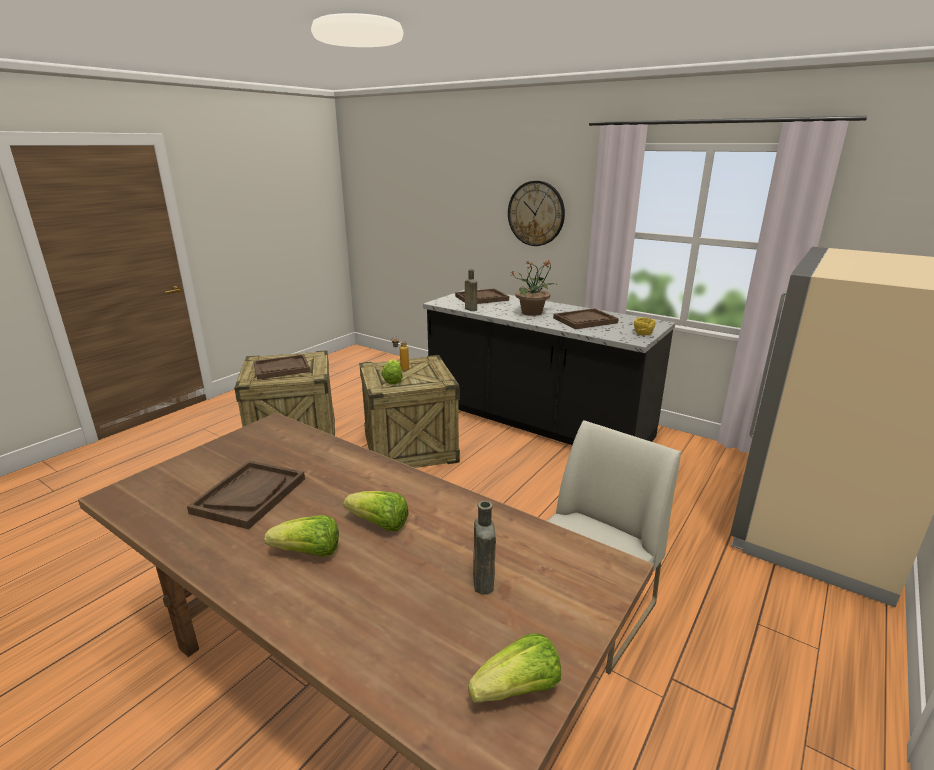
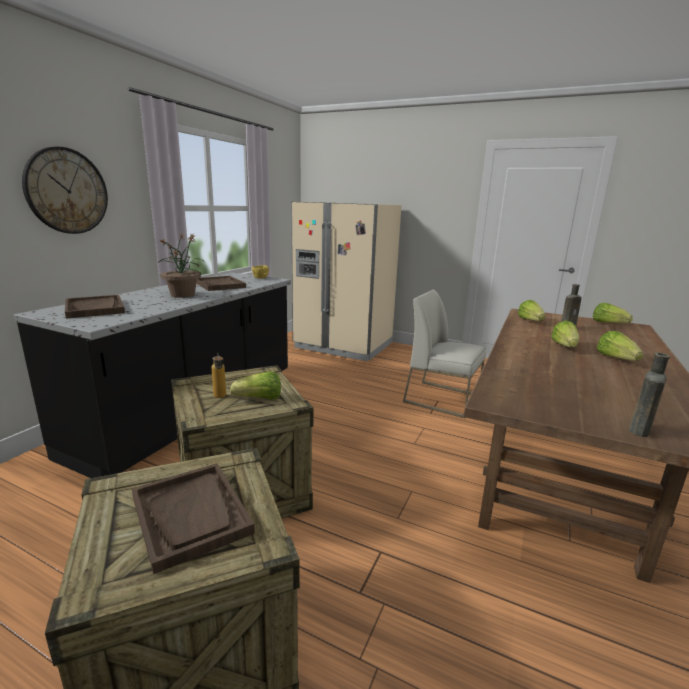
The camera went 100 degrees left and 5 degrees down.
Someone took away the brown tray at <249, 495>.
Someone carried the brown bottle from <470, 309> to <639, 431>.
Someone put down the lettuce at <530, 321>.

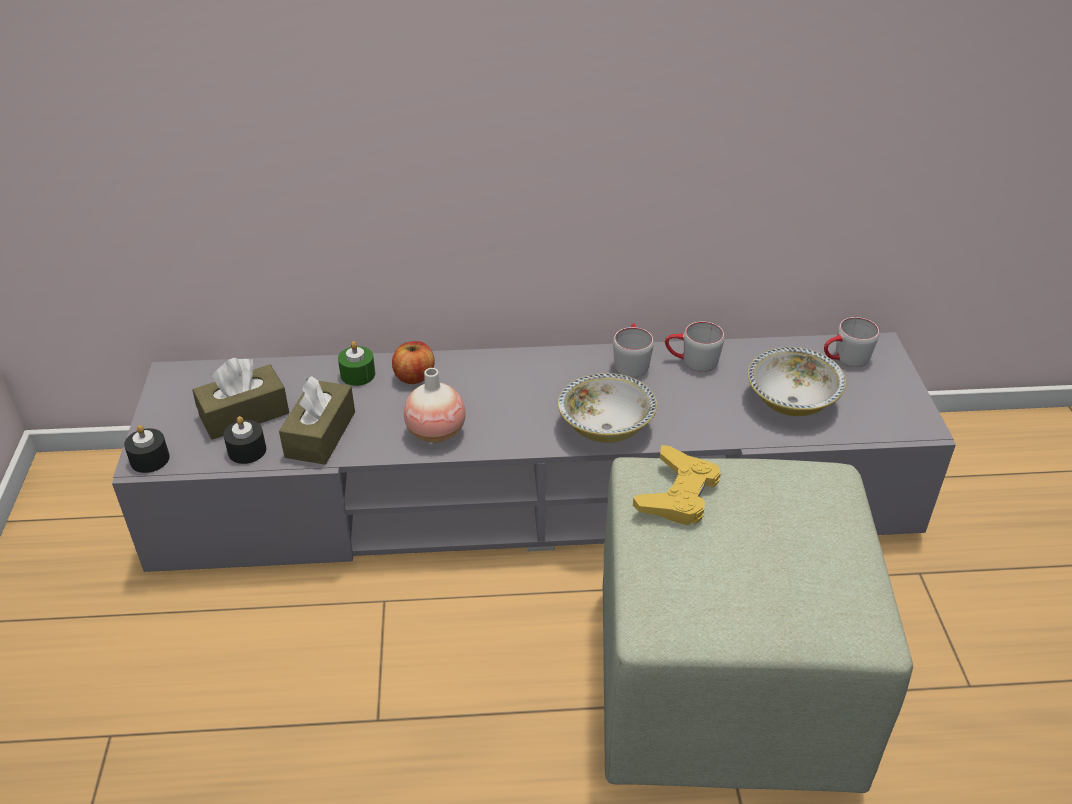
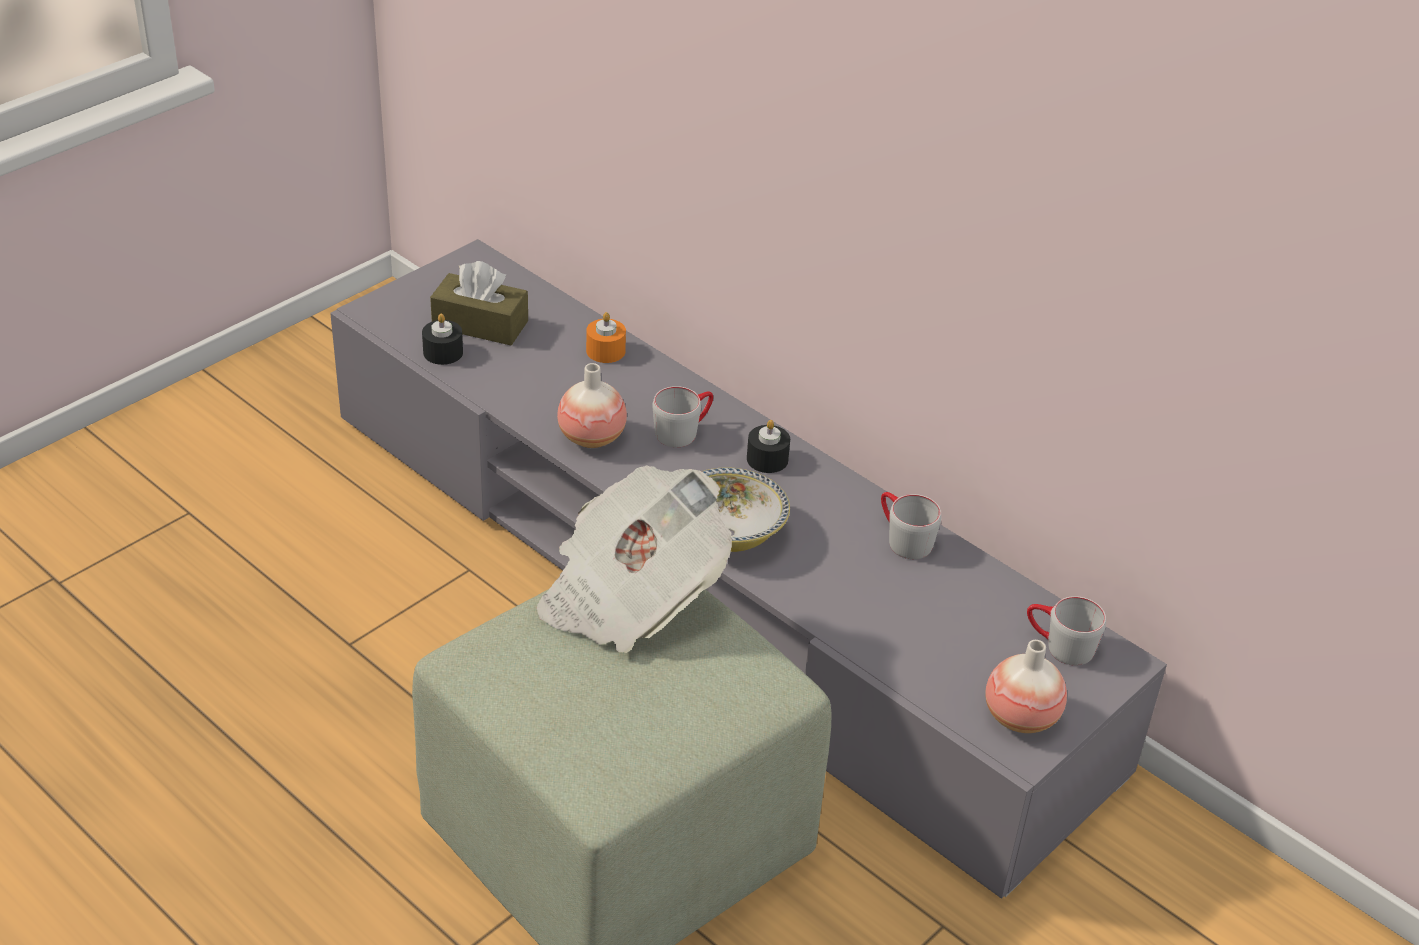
The camera went 45 degrees right and 0 degrees up.
Someone carried the black candle from <150, 459> to <767, 459>.
Someone took away the brown tissue box at <320, 434>.
Someone repainted the green candle at <358, 374>, which became the orange candle at <605, 351>.
Someone took away the apple at <414, 377>.
Someone carried the grey mug from <631, 362> to <683, 430>.
Someone swapped the yellow game controller at <678, 493> for the newspaper at <630, 595>.
Someone took away the bowl at <791, 401>.
Someone put down the vase at <1020, 717>.

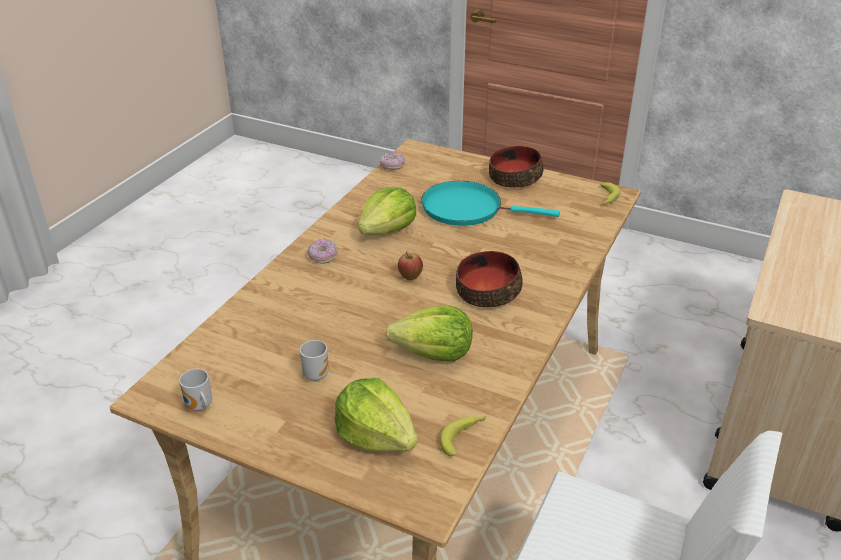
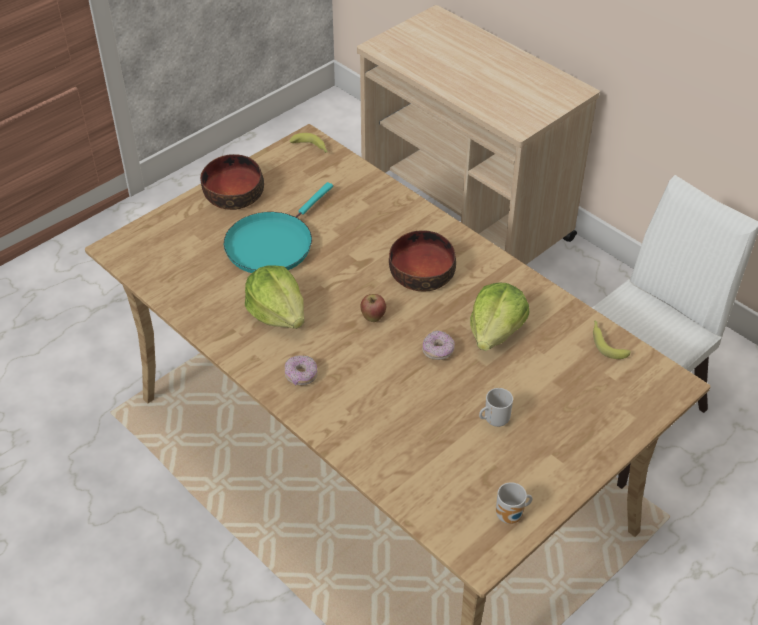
The camera went 70 degrees left and 10 degrees up.
Someone took away the lettuce at <376, 435>.
Someone carried the donut from <392, 166> to <438, 351>.

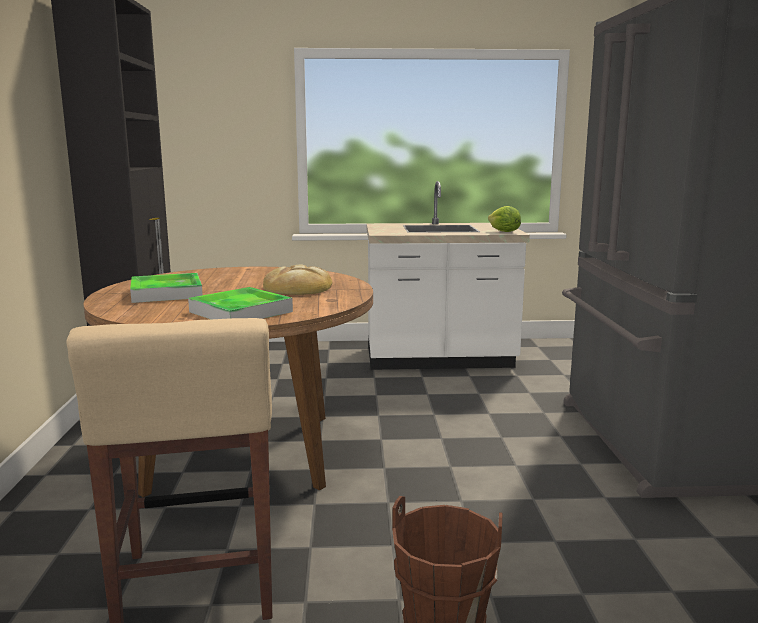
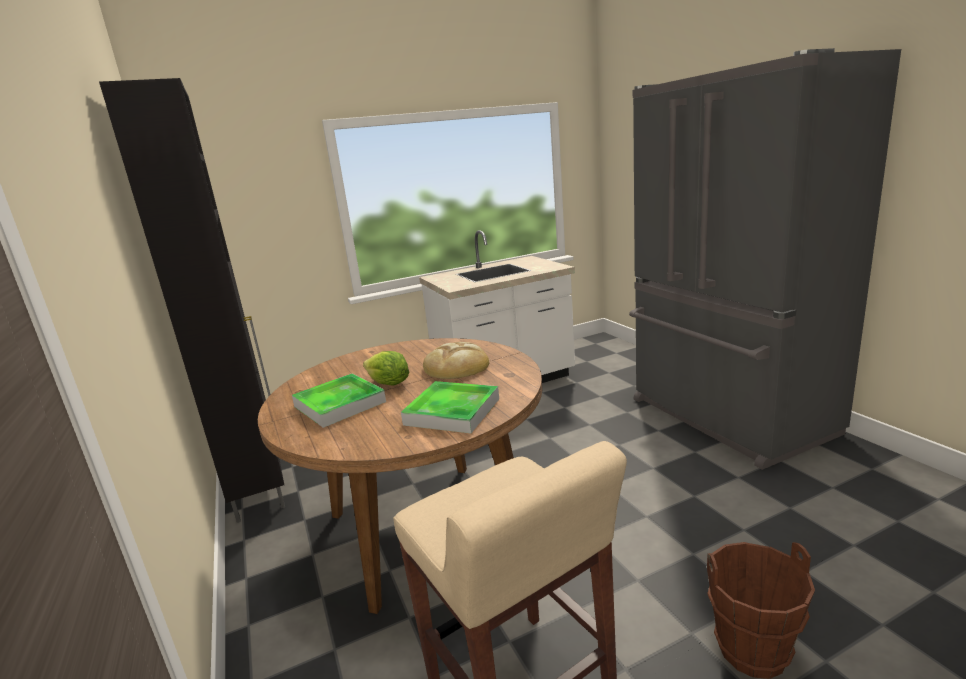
The camera went 20 degrees left and 5 degrees up.
Someone carried the lettuce from <504, 232> to <388, 384>.

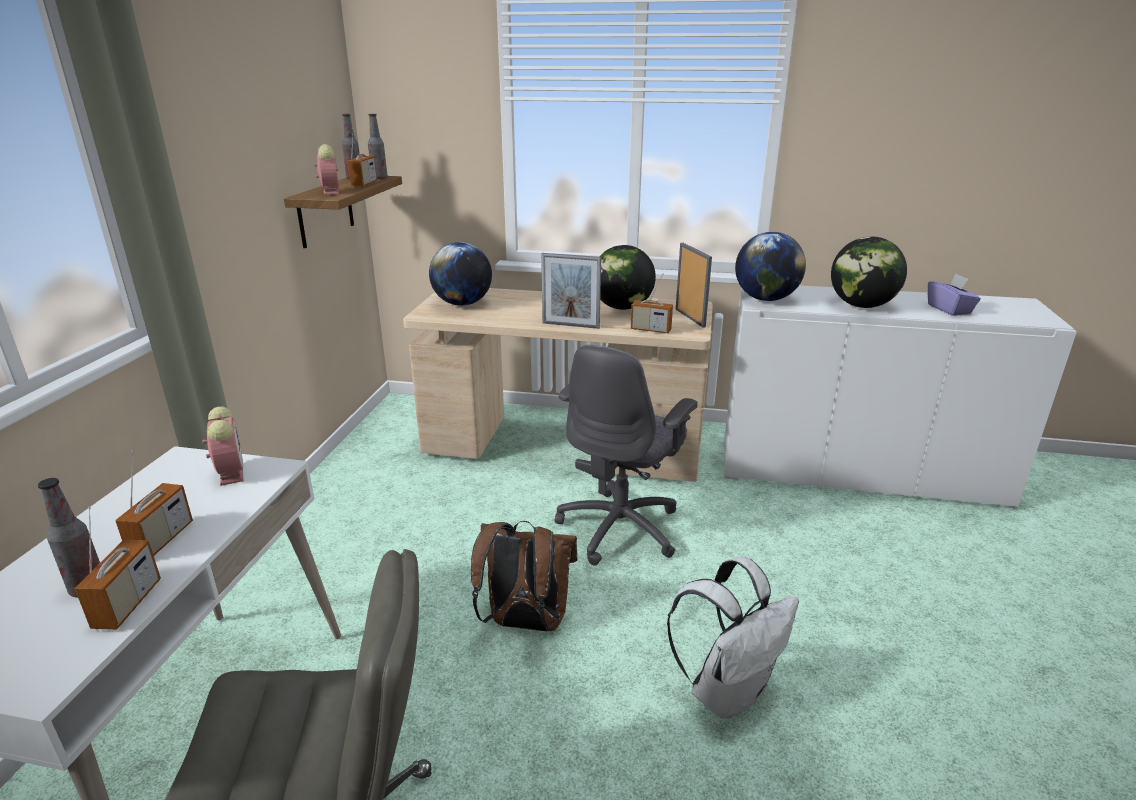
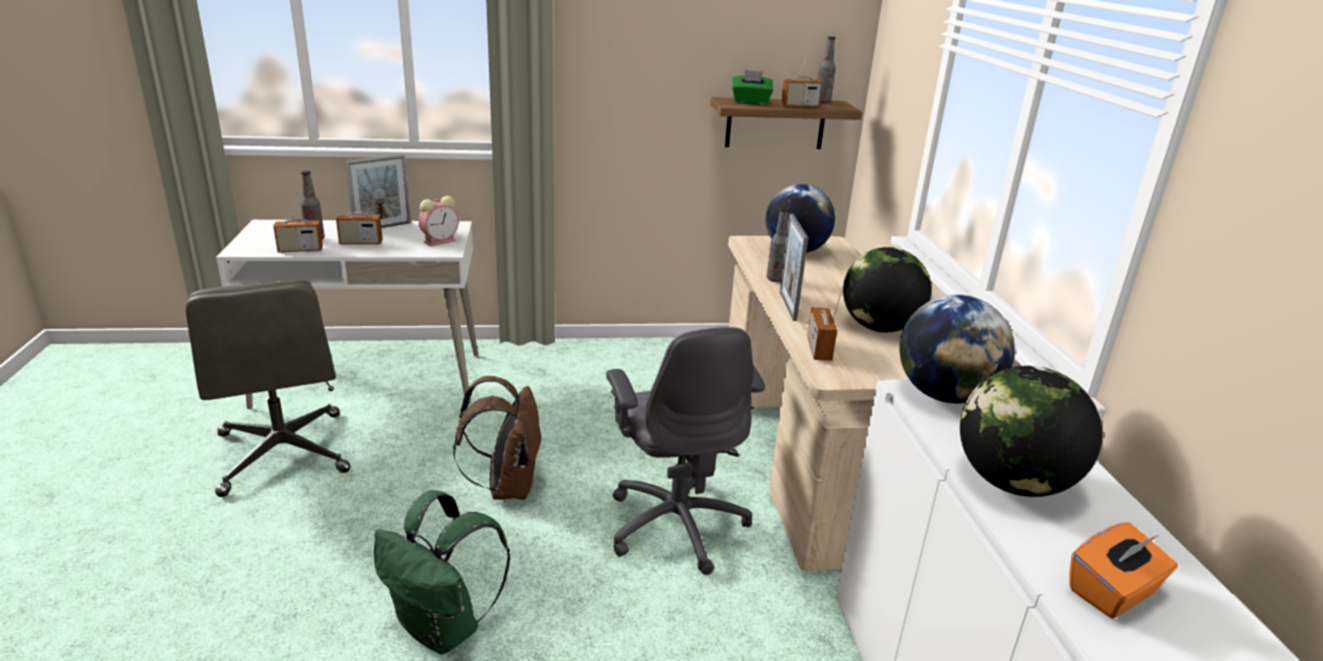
The camera went 70 degrees right and 0 degrees up.
Someone swapped the alarm clock at <330, 192> for the green tissue box at <750, 102>.
Someone carried the bottle from <379, 178> to <775, 279>.
Someone rotated the grey office chair at <621, 527> by 120 degrees counterclockwise.
Someone repainted the white backpack at <727, 691>, which became the green backpack at <444, 629>.
Someone carried the picture frame from <690, 318> to <382, 227>.
Someone repainted the purple tissue box at <949, 309>, which became the orange tissue box at <1113, 592>.

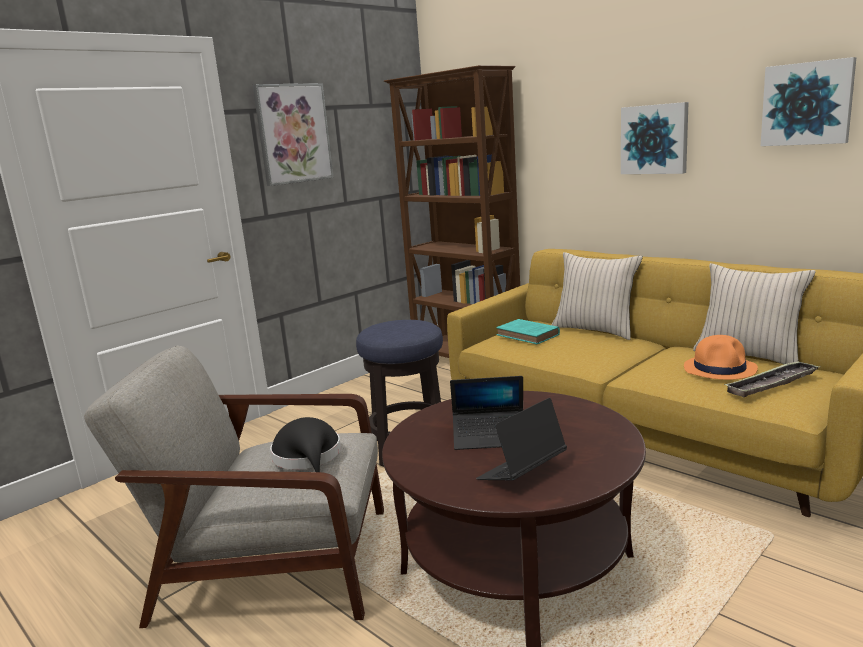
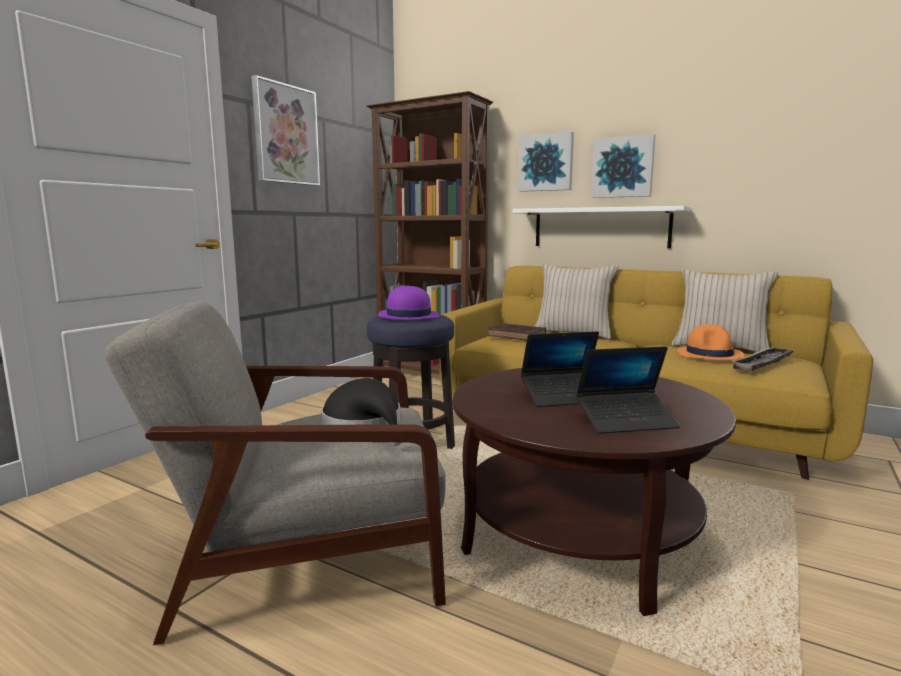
The camera went 15 degrees left and 5 degrees down.
Someone rotated the laptop at <522, 472> by 135 degrees counterclockwise.
Someone repainted the turquoise book at <529, 335>, which became the brown book at <518, 336>.
Someone carried the picture from <807, 103> to <546, 163>.
Someone put down the purple hat at <408, 316>.
Someone put up the white shelf at <600, 227>.

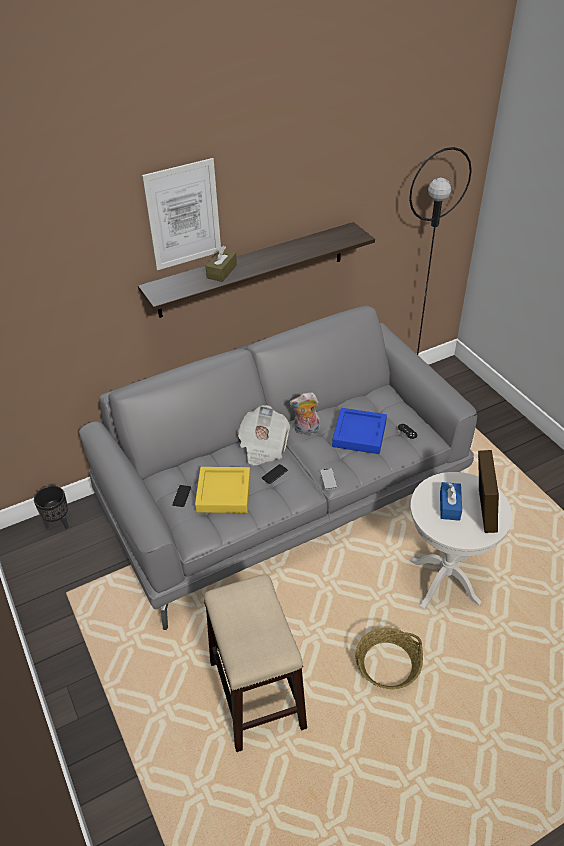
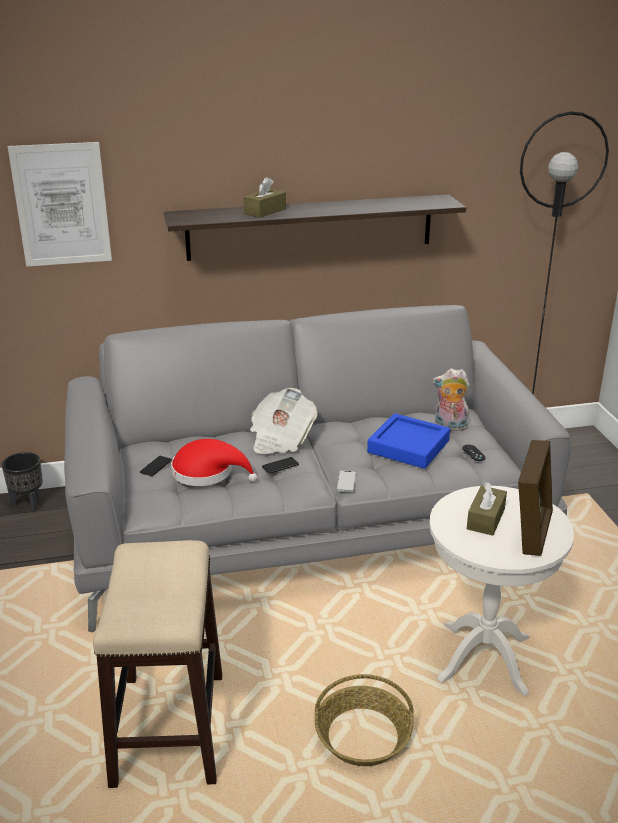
The camera went 15 degrees right and 15 degrees down.
Someone carried the picture from <183, 215> to <61, 205>.
Someone swapped the yellow tray at <223, 493> for the red hat at <207, 473>.
Someone carried the plush toy from <306, 431> to <449, 426>.
Someone repainted the blue tissue box at <449, 506>, which became the brown tissue box at <485, 519>.

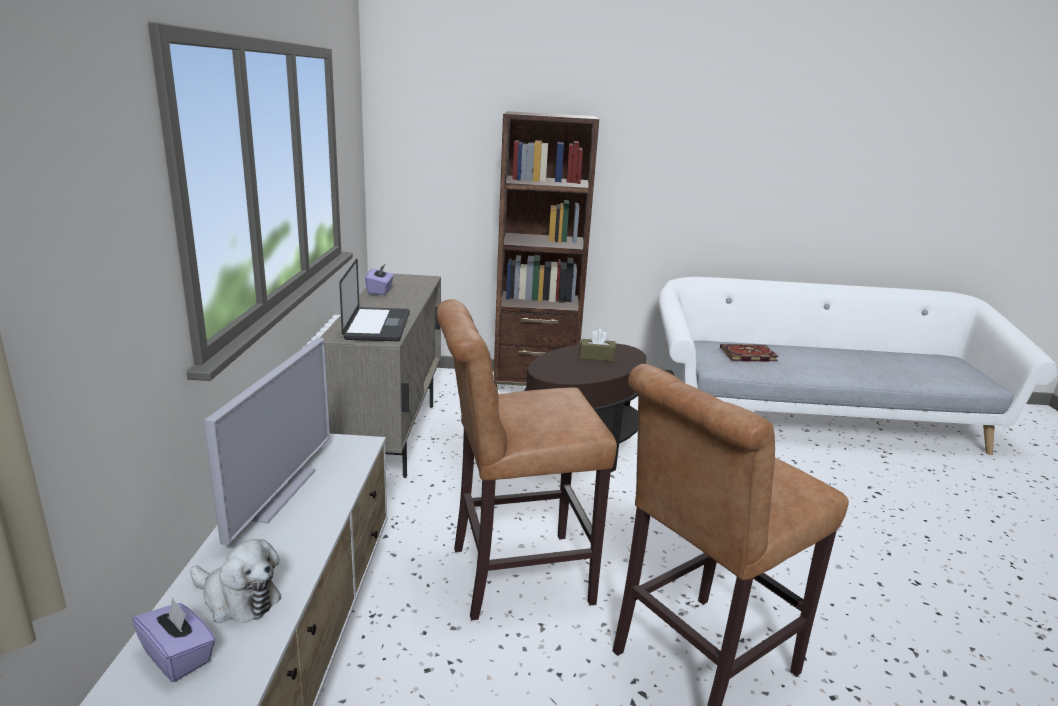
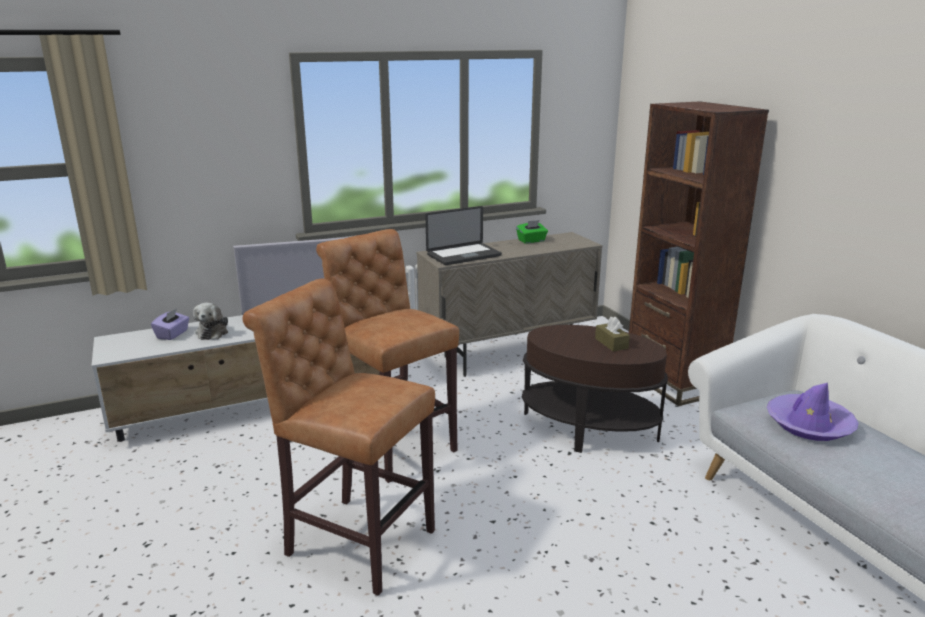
The camera went 65 degrees right and 0 degrees up.
Someone repainted the purple tissue box at <380, 291>, which became the green tissue box at <531, 241>.
Someone swapped the book at <747, 355> for the purple hat at <809, 425>.

